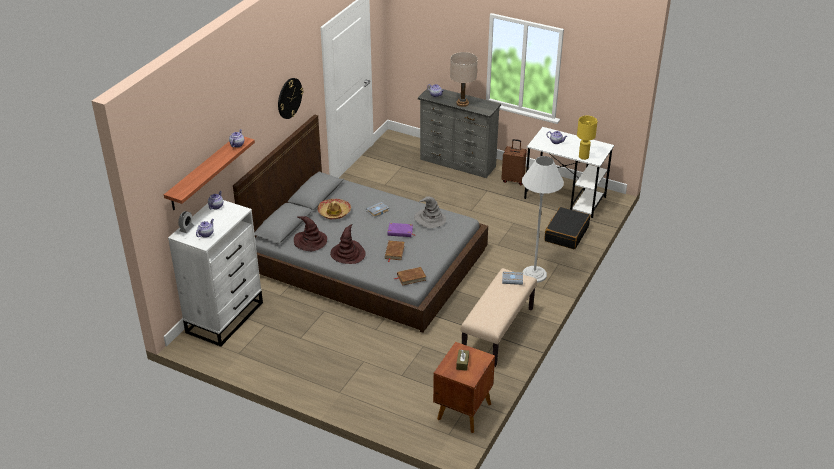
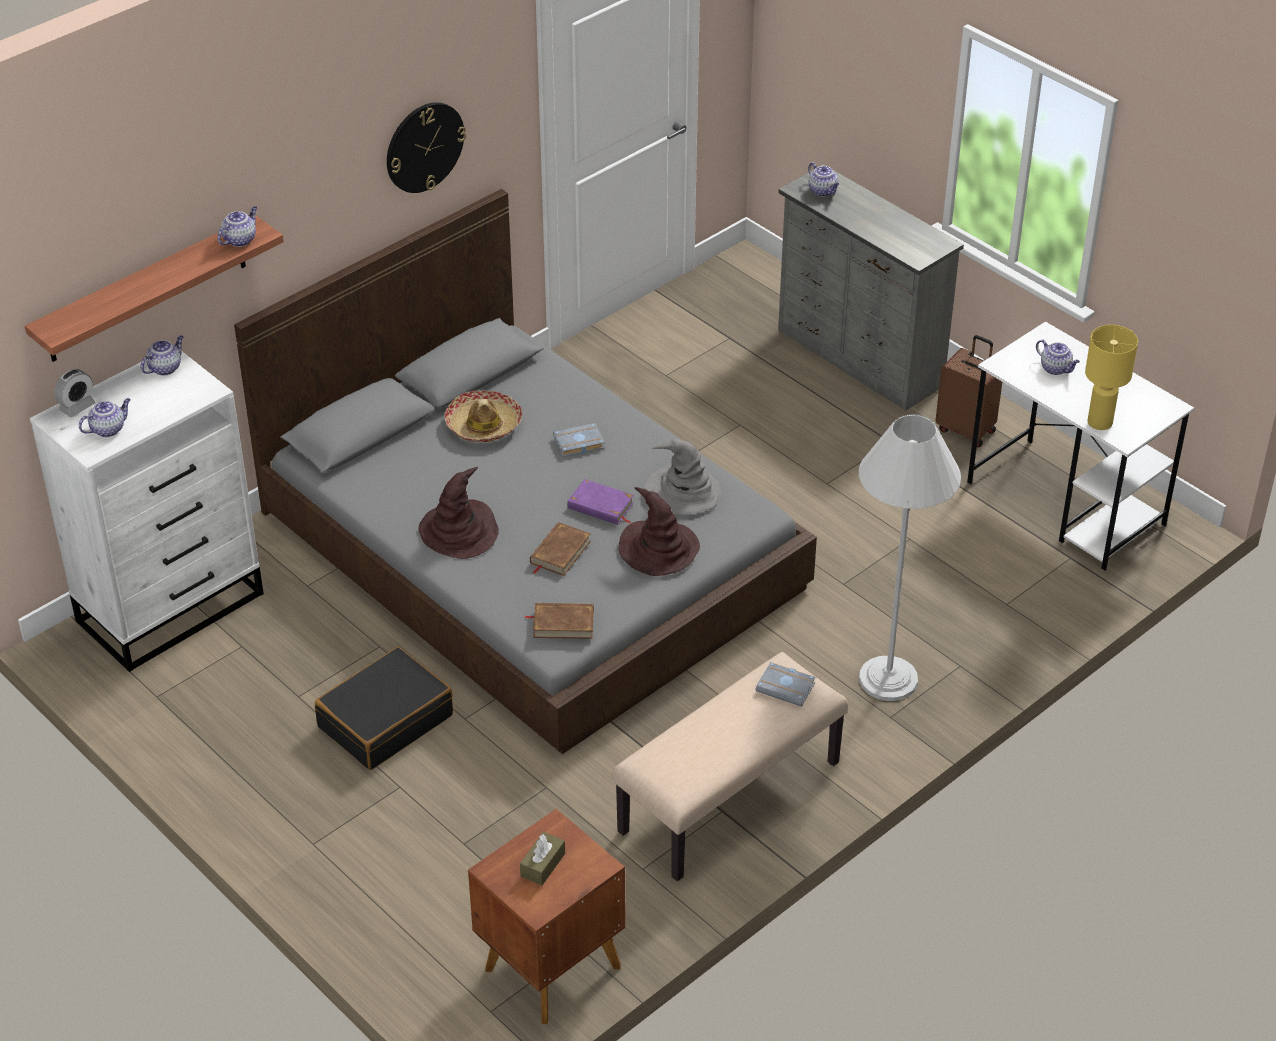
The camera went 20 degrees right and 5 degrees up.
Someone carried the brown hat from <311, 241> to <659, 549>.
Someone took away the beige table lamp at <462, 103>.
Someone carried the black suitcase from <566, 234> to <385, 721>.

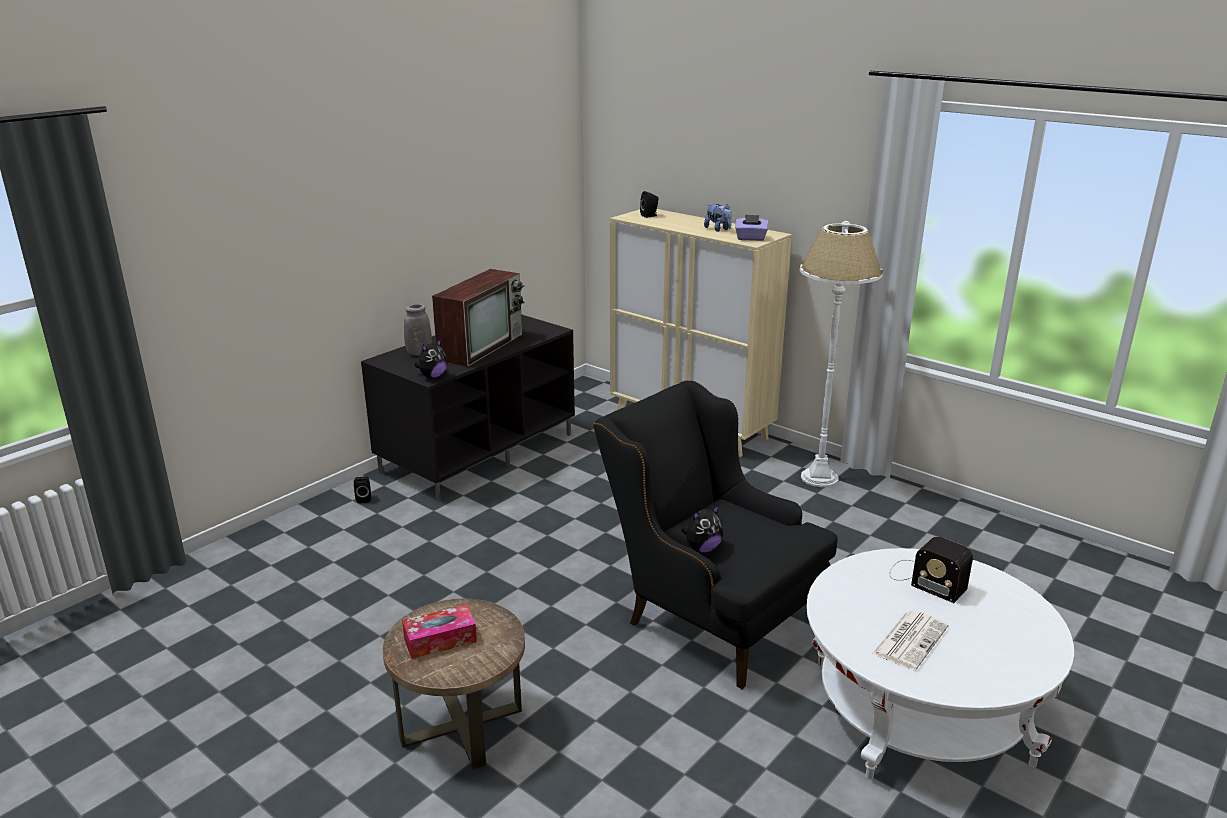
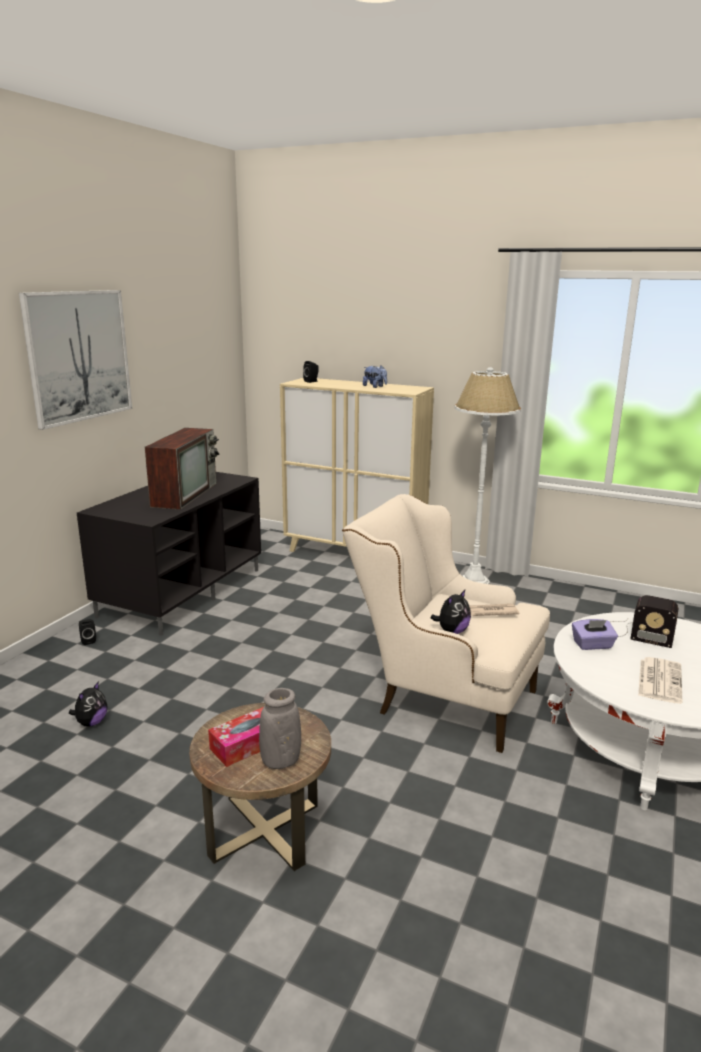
The camera went 15 degrees left and 5 degrees down.
Someone carried the grey vase from <419, 353> to <280, 761>.
Someone carried the plush toy from <433, 376> to <91, 722>.
Someone repainted the black armchair at <708, 615>, which became the beige armchair at <442, 696>.
Someone carried the purple tissue box from <750, 238> to <592, 645>.
Someone put up the picture at <79, 356>.
Someone put down the newspaper at <491, 612>.

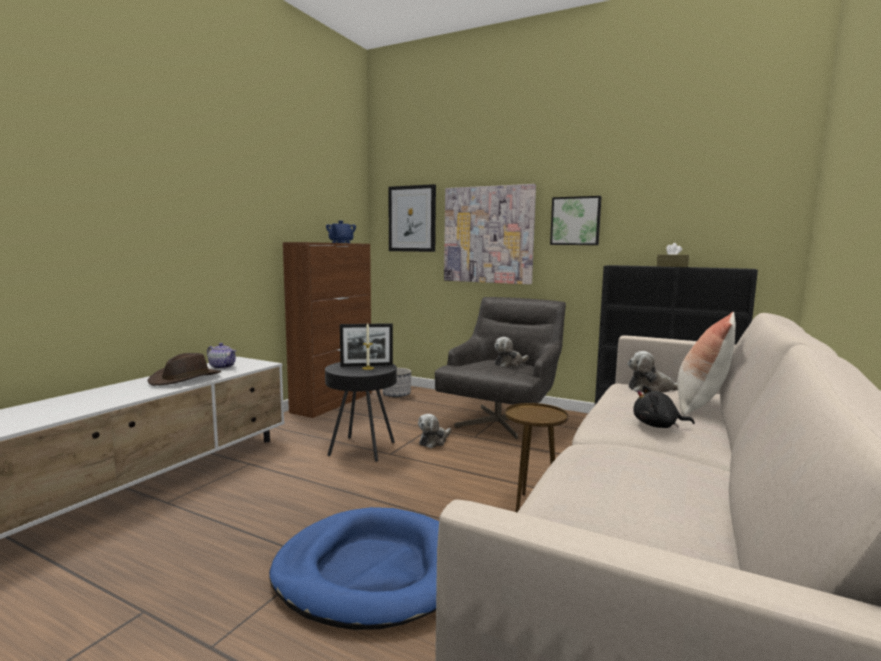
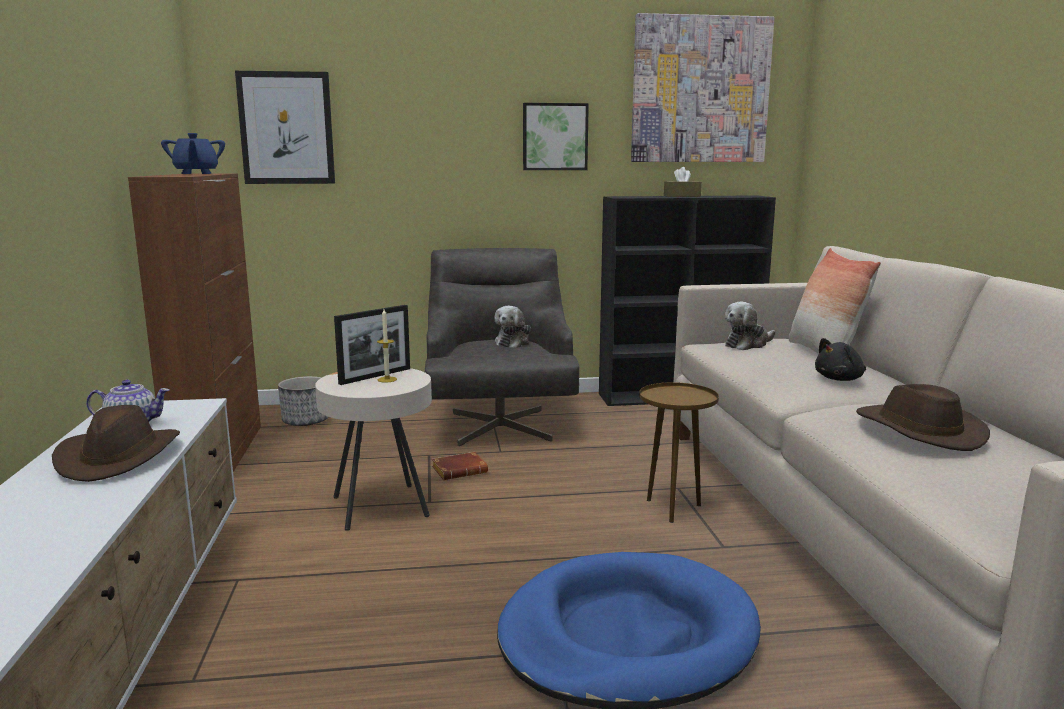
The camera went 35 degrees left and 5 degrees up.
Someone repainted the black side table at <362, 449>, which became the beige side table at <380, 507>.
Someone swapped the plush toy at <434, 441> for the brown book at <460, 470>.
Someone carried the picture from <488, 235> to <700, 90>.
Someone put down the brown hat at <917, 430>.

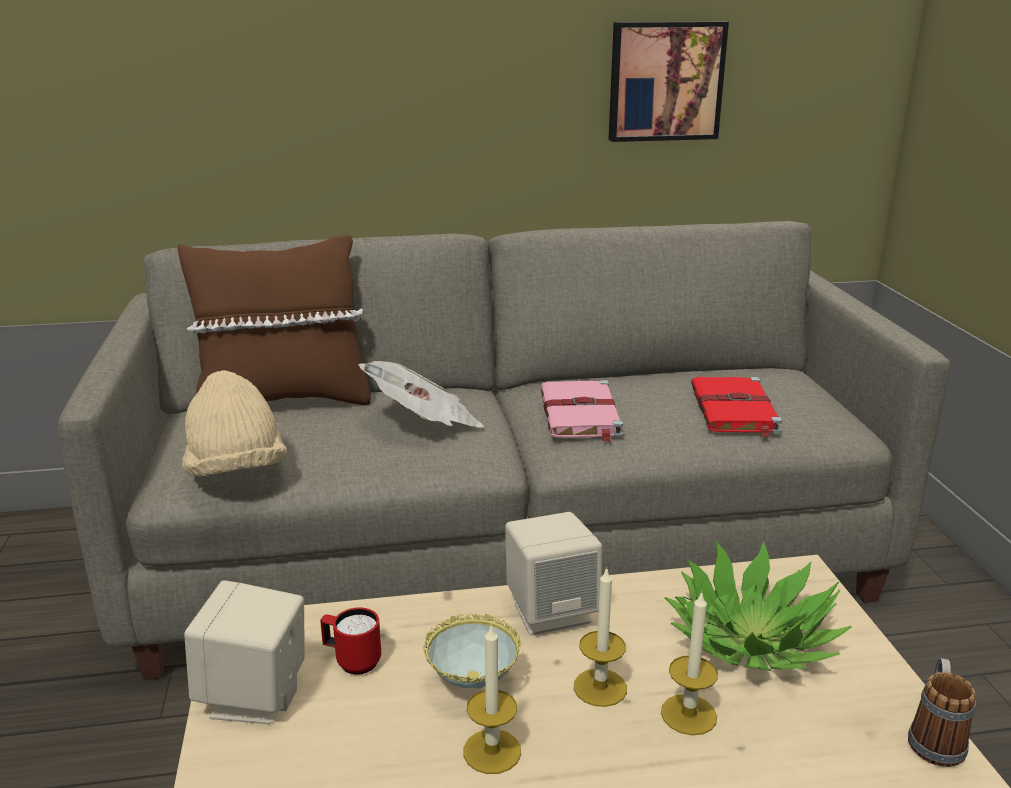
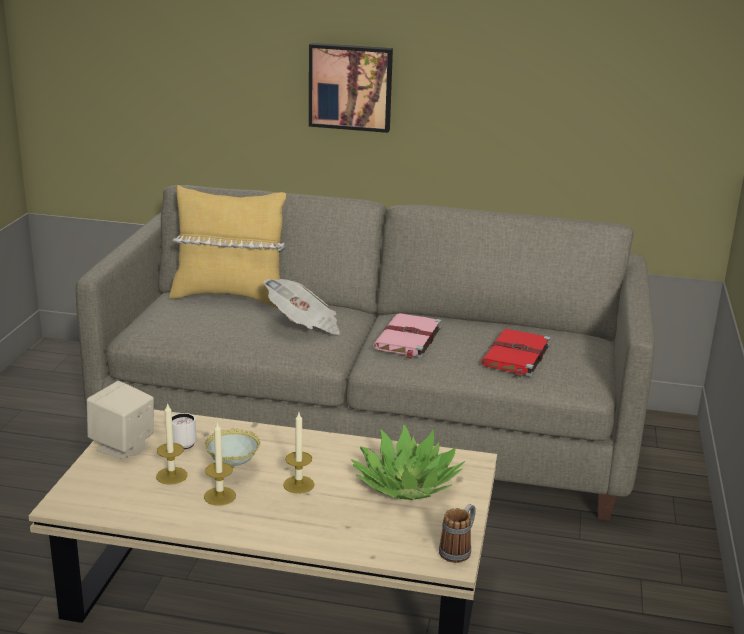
The camera went 20 degrees right and 0 degrees up.
Someone repainted the brown pillow at <283, 401>, which became the yellow pillow at <229, 296>.
Someone took away the beige hat at <236, 472>.
Someone repainted the red mug at <352, 661>, which became the white mug at <180, 443>.
Someone took away the beige speaker at <551, 611>.
Someone carried the picture from <665, 81> to <351, 87>.
Someone carried the candle from <688, 714> to <171, 475>.

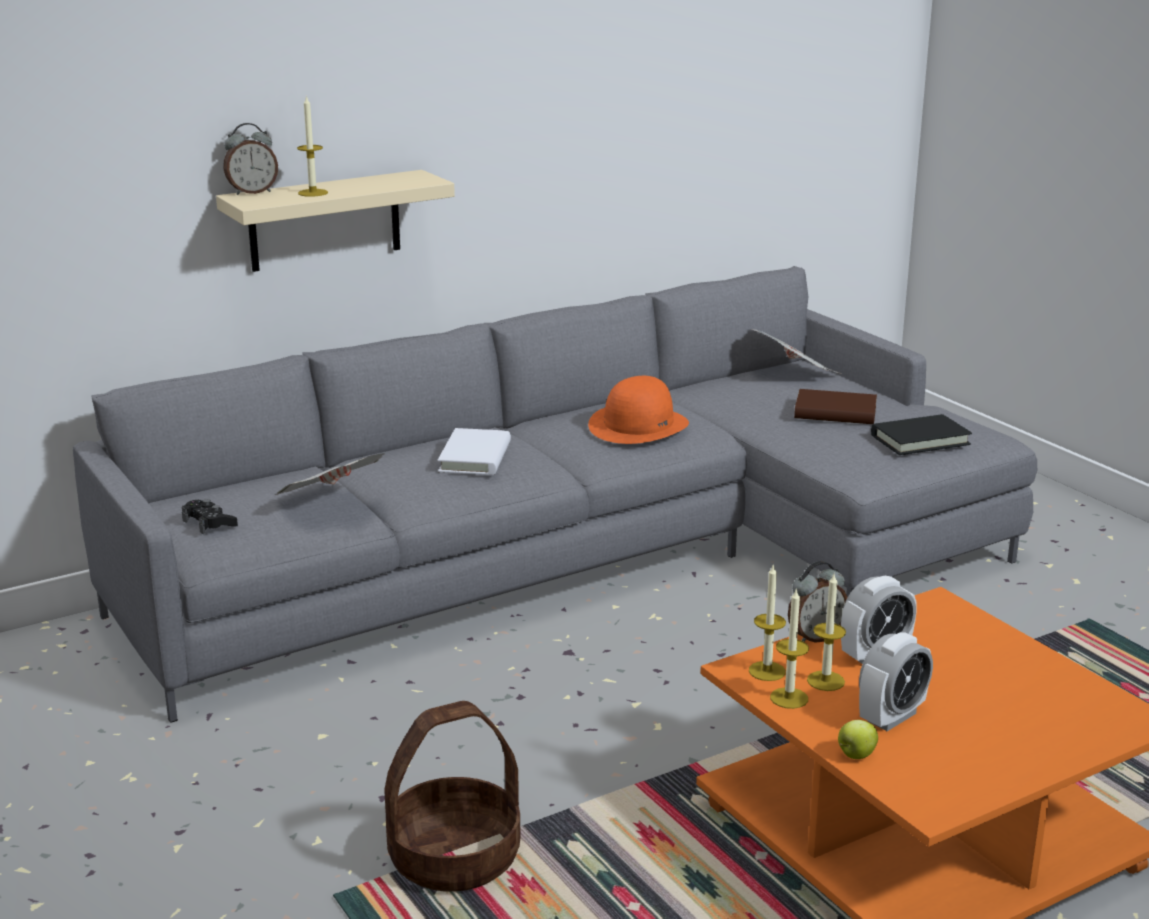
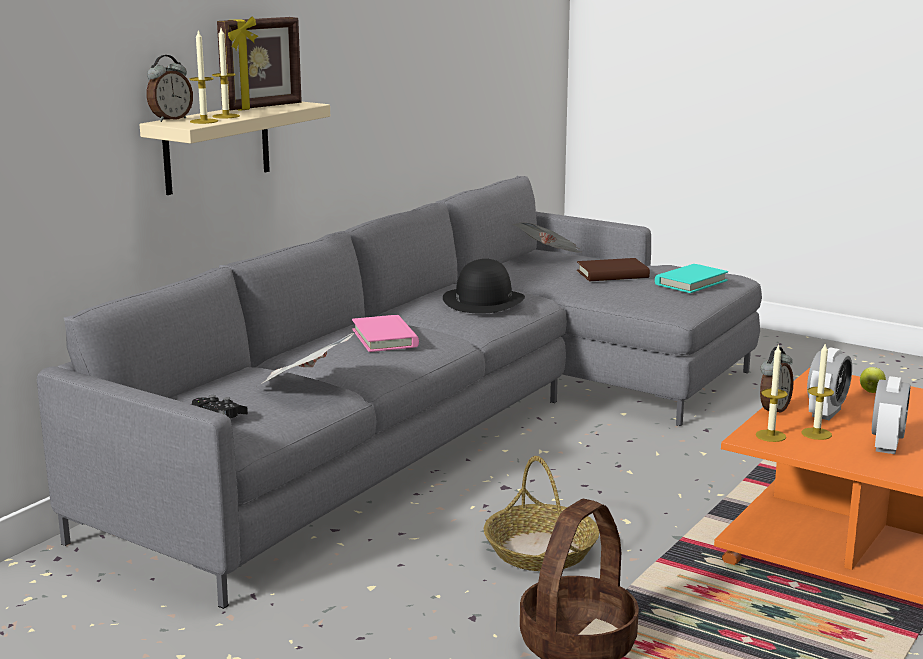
The camera went 25 degrees left and 5 degrees down.
Someone repainted the white book at <475, 457>, which became the pink book at <385, 338>.
Someone repainted the orange hat at <638, 425>, which became the black hat at <483, 300>.
Someone carried the candle from <789, 698> to <204, 121>.
Someone carried the apple from <855, 755> to <871, 391>.
Someone repainted the black book at <920, 440>, which became the turquoise book at <691, 282>.
Someone put down the picture frame at <263, 107>.
Someone put down the basket at <541, 551>.

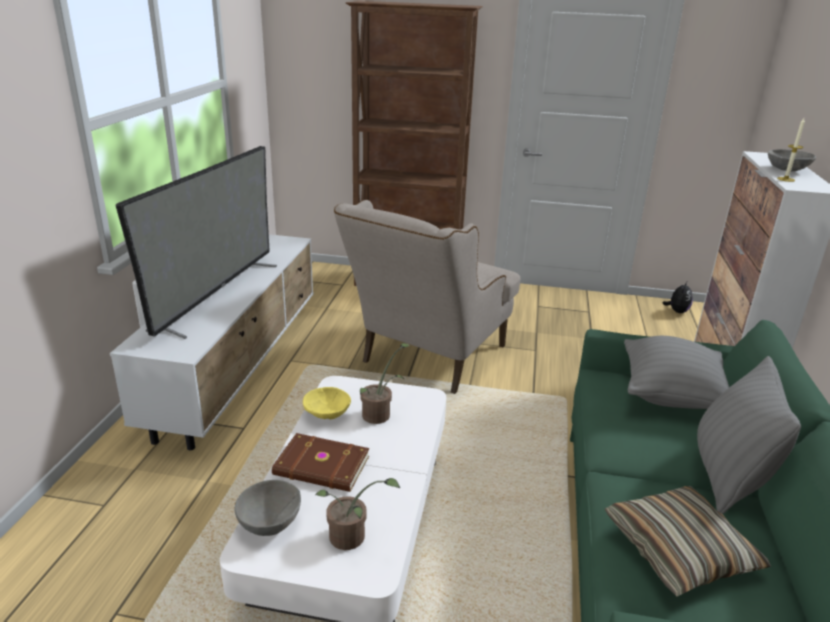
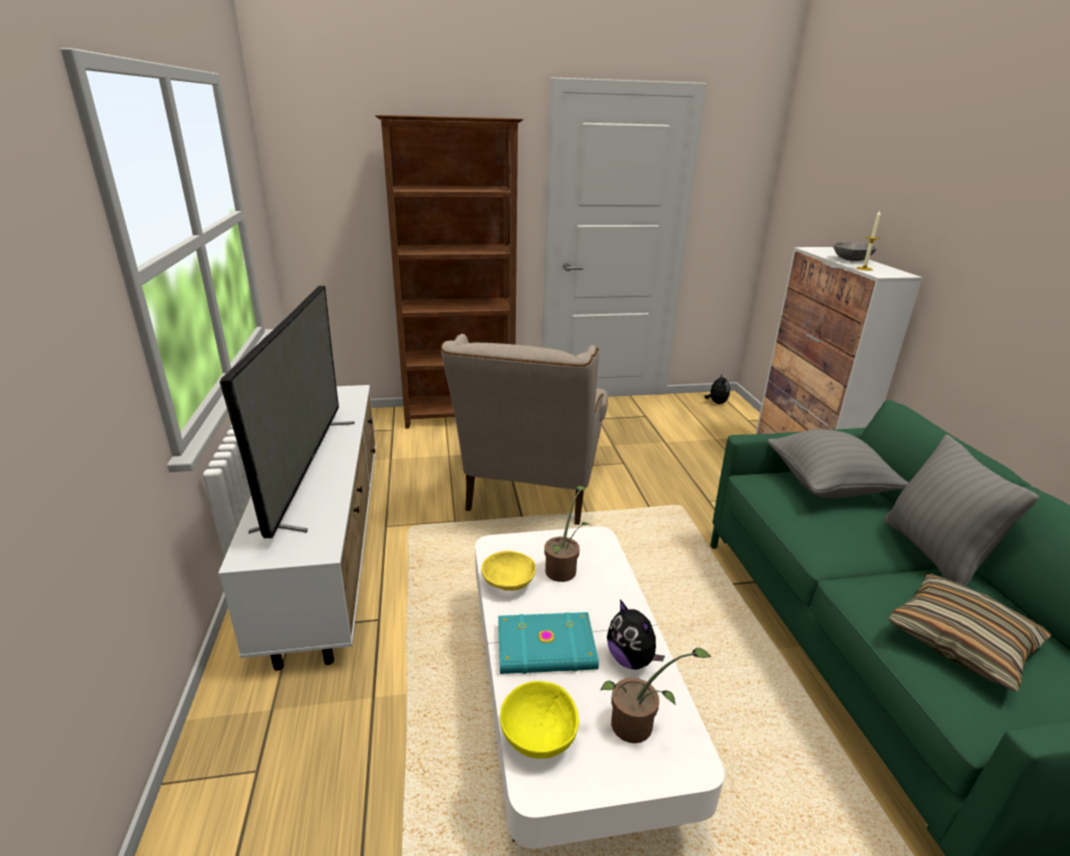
The camera went 20 degrees left and 0 degrees up.
Someone repainted the grey bowl at <270, 523>, which became the yellow bowl at <538, 736>.
Someone repainted the brown book at <321, 467>, which became the turquoise book at <546, 648>.
Someone put down the plush toy at <631, 659>.

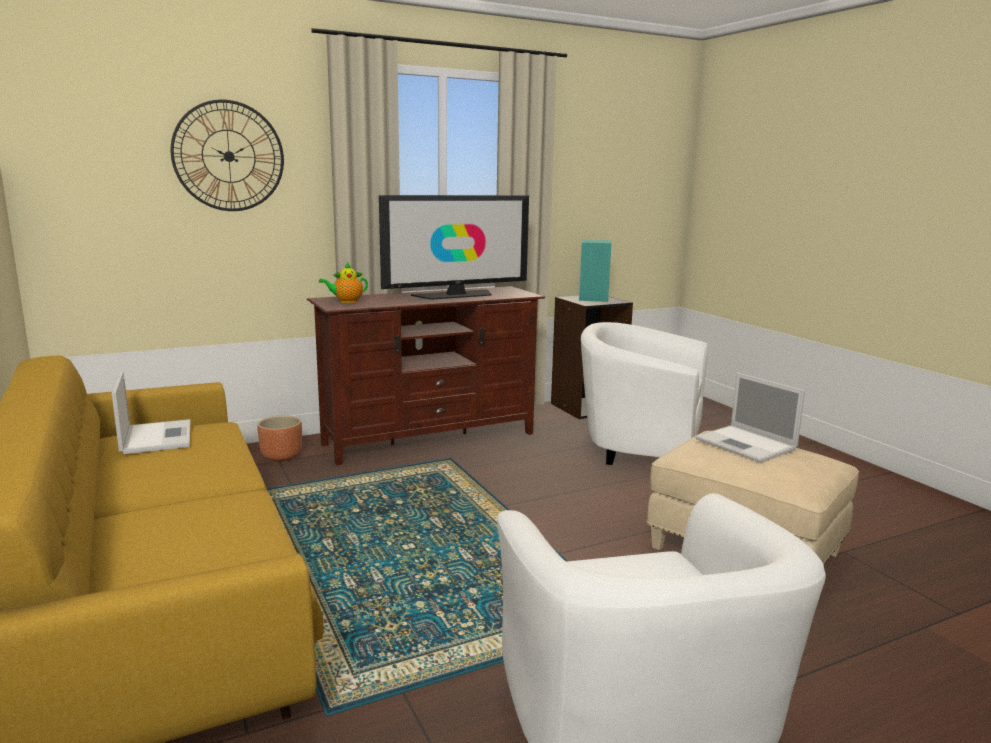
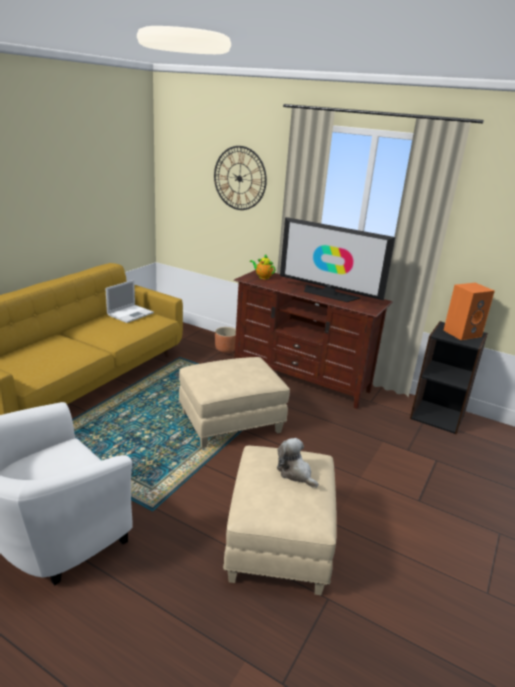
The camera went 55 degrees right and 10 degrees up.
Someone repainted the turquoise speaker at <592, 298>, which became the orange speaker at <462, 333>.
Someone took away the white armchair at <638, 448>.
Someone swapped the laptop at <747, 445> for the plush toy at <295, 473>.
Someone put down the beige ottoman at <231, 422>.

